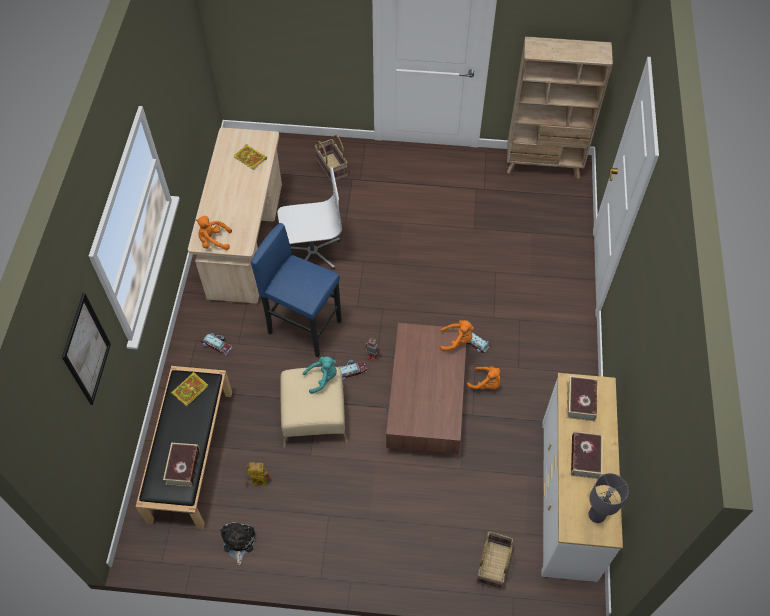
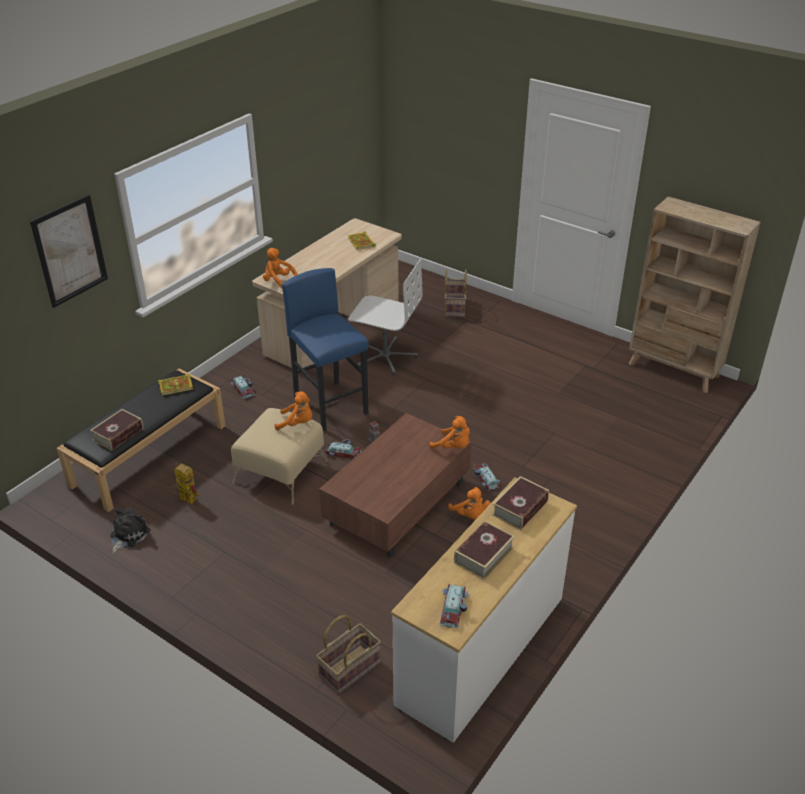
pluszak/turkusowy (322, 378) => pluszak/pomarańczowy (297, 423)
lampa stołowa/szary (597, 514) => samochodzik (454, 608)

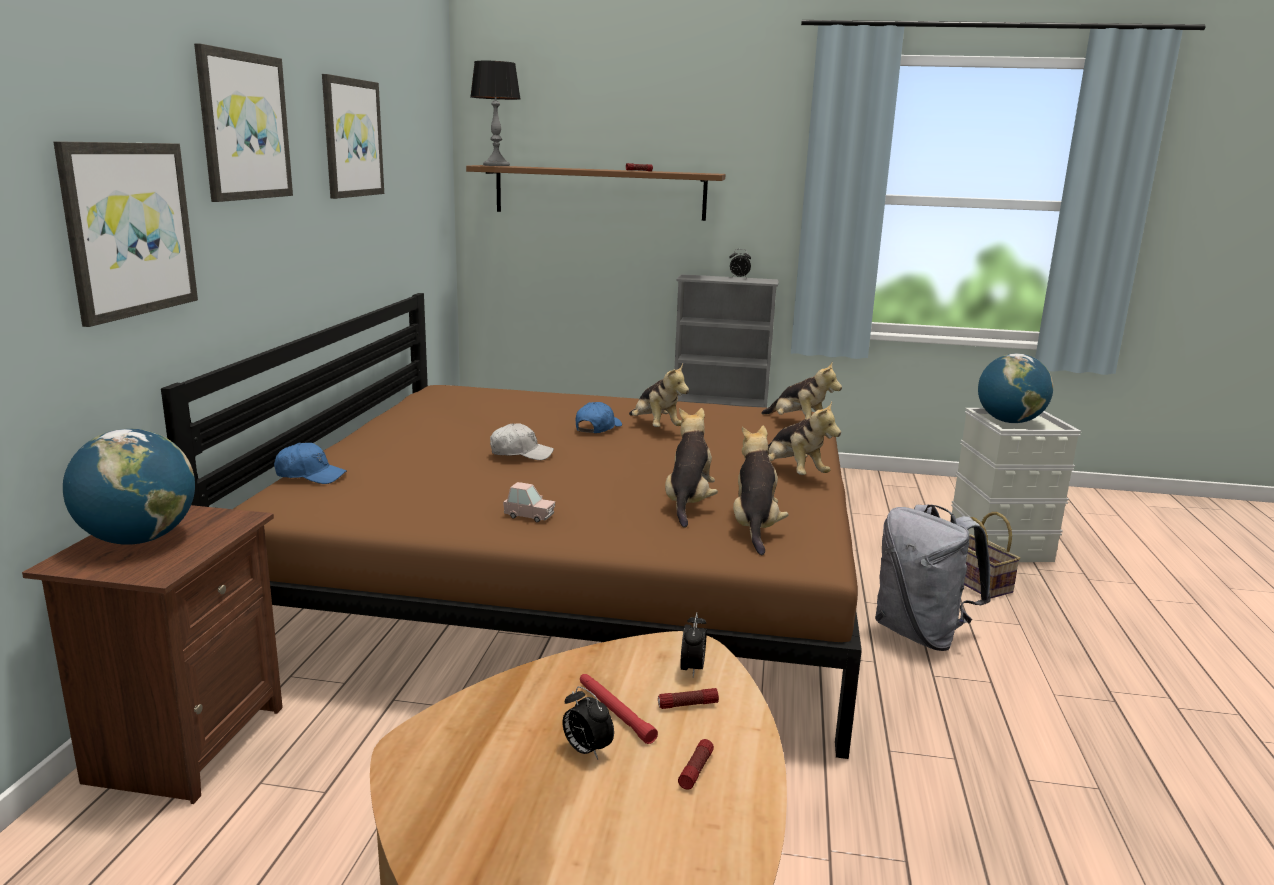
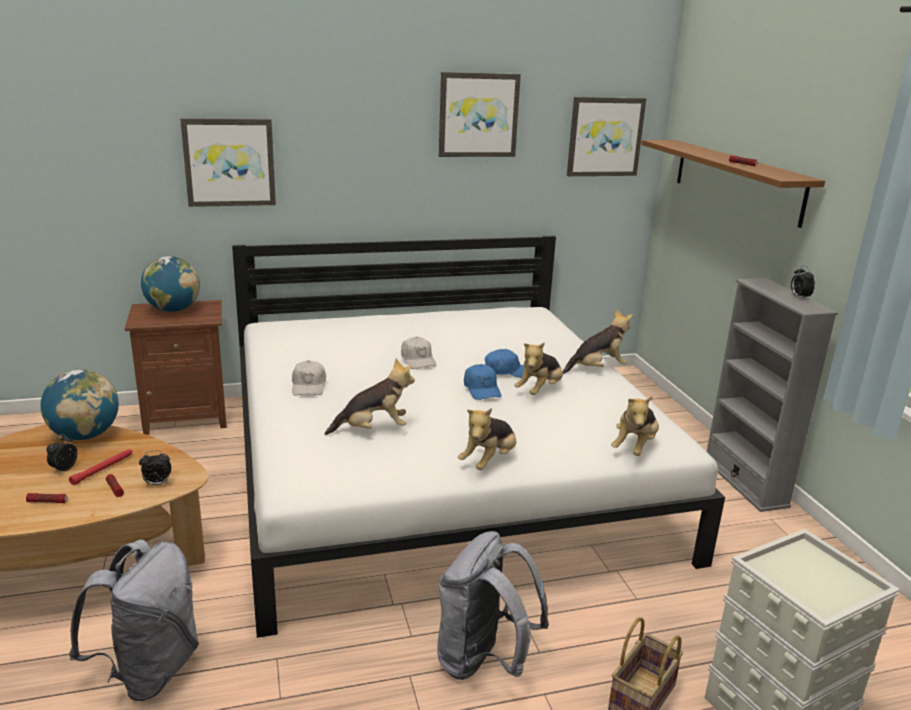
łóżko/brązowy (575, 577) => łóżko/biały (440, 468)
obraz (243, 126) => obraz (605, 137), shifted
czapka z daszkiem/niebieski (310, 475) => czapka z daszkiem/niebieski (482, 389), shifted
lampa stołowa (496, 165) => nothing
samochodzik/różowy (529, 516) => czapka z daszkiem/biały (309, 386)
pluszak (755, 527) => pluszak (597, 369), shifted
globus (1009, 421) => globus (85, 435), shifted
nothing => plecak/szary (149, 671)

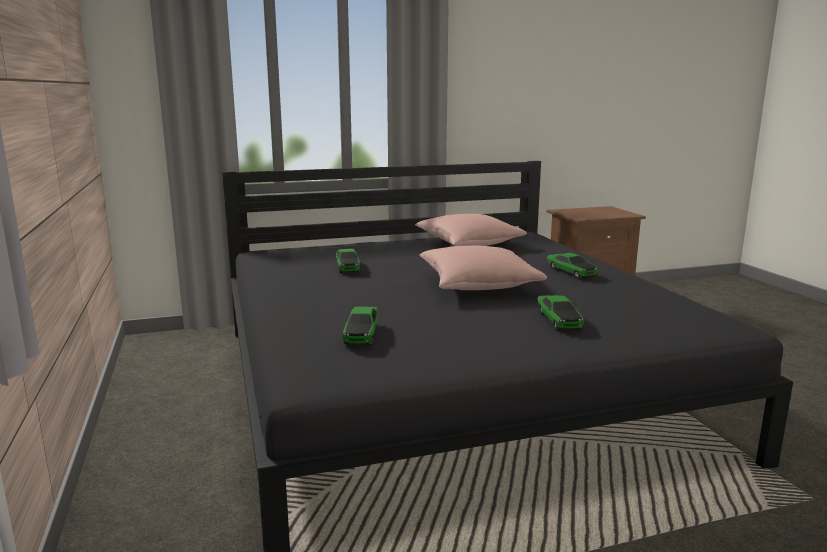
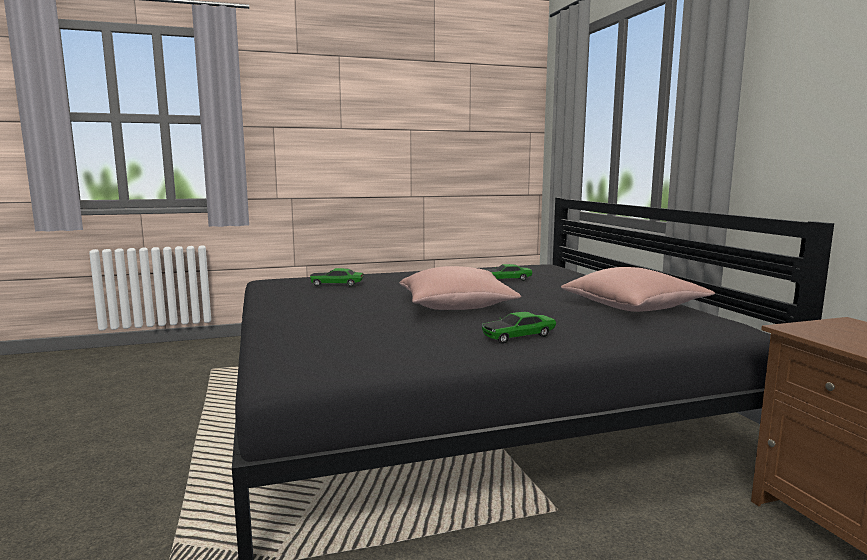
samochodzik (558, 320) => nothing

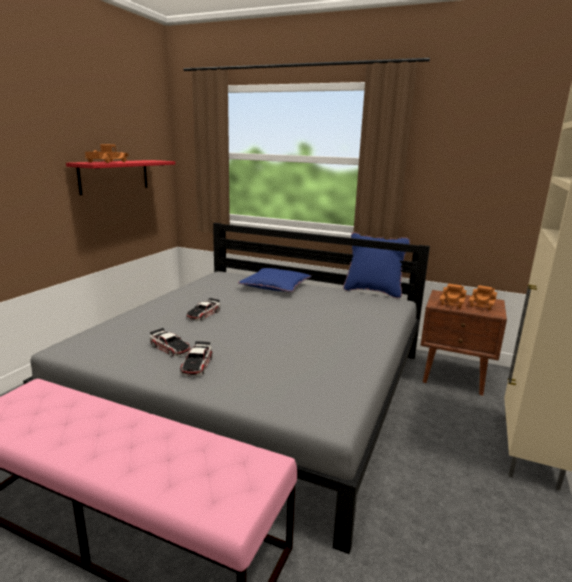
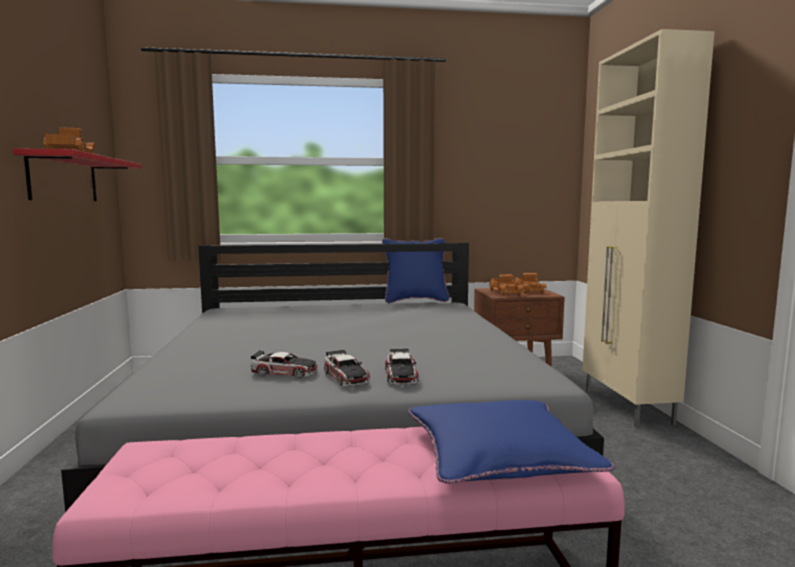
samochodzik (203, 314) => samochodzik (401, 375), shifted
poduszka/niebieski (275, 286) => poduszka/niebieski (498, 454), shifted

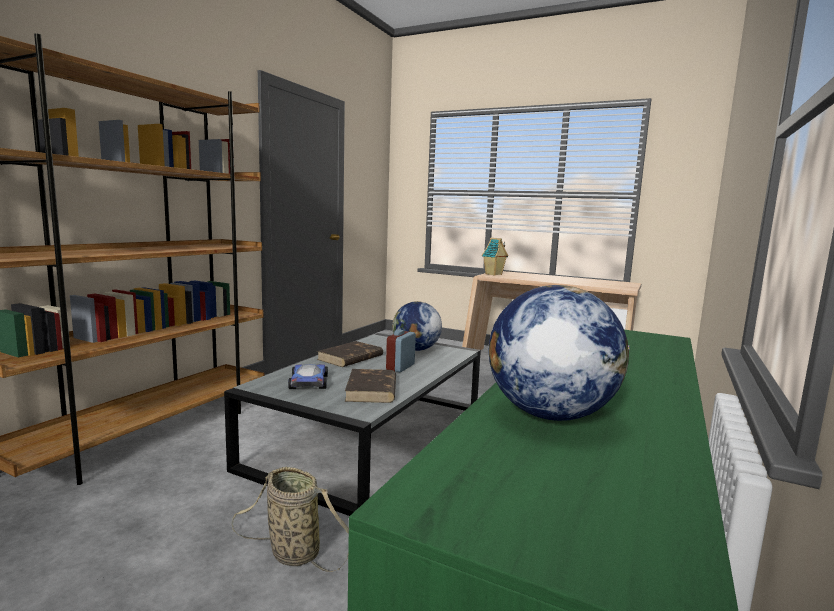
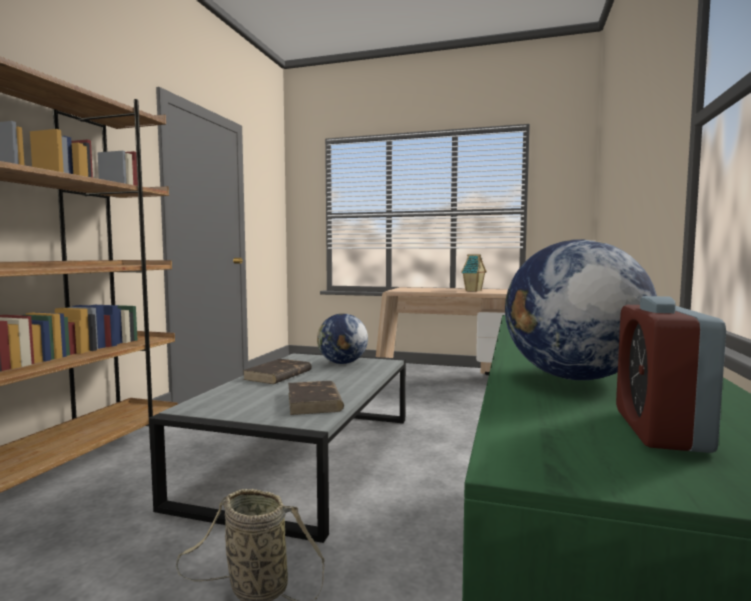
samochodzik (309, 382) => nothing
budzik (400, 367) => budzik (660, 430), shifted
domek (493, 274) => domek (473, 291), shifted

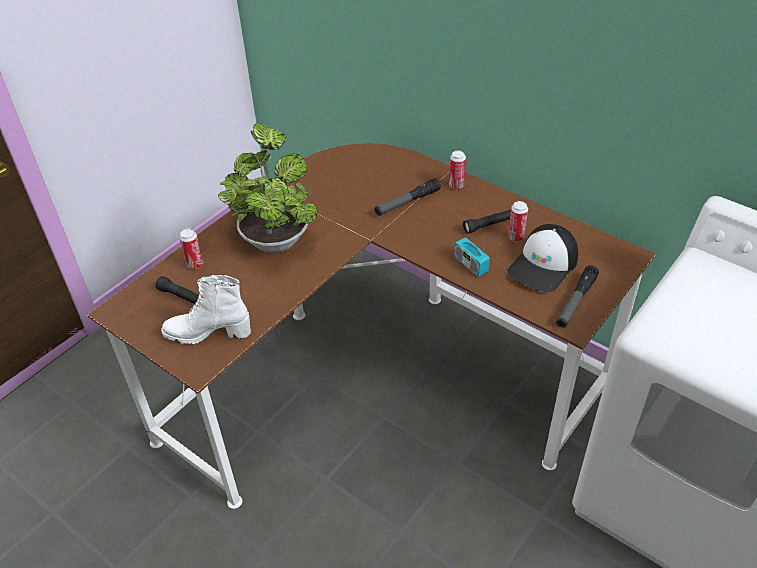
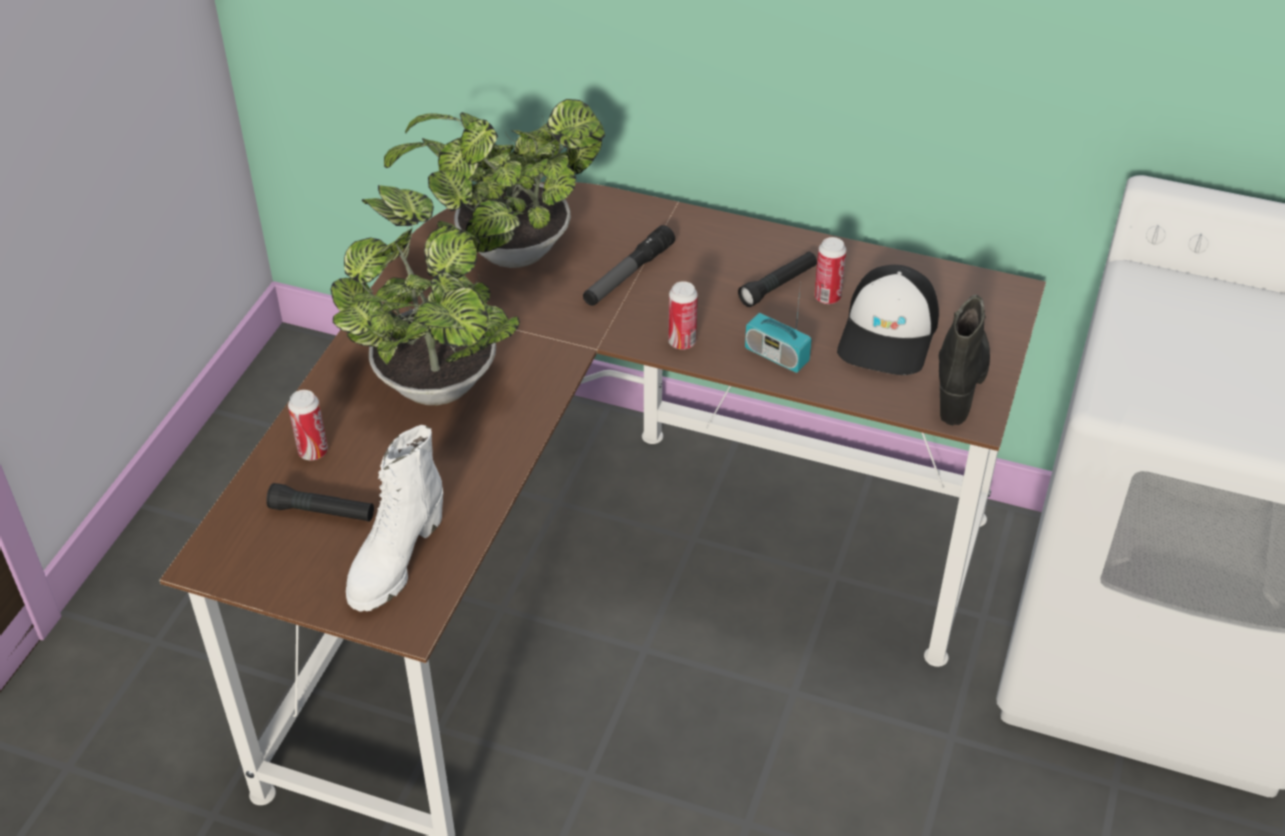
but z cholewką/biały (208, 333) => but z cholewką/biały (395, 561), 45 degrees counterclockwise
puszka (456, 185) => puszka (682, 342), shifted
latarka (576, 301) => but z cholewką/czarny (960, 380)
nothing => roślina doniczkowa (505, 252)

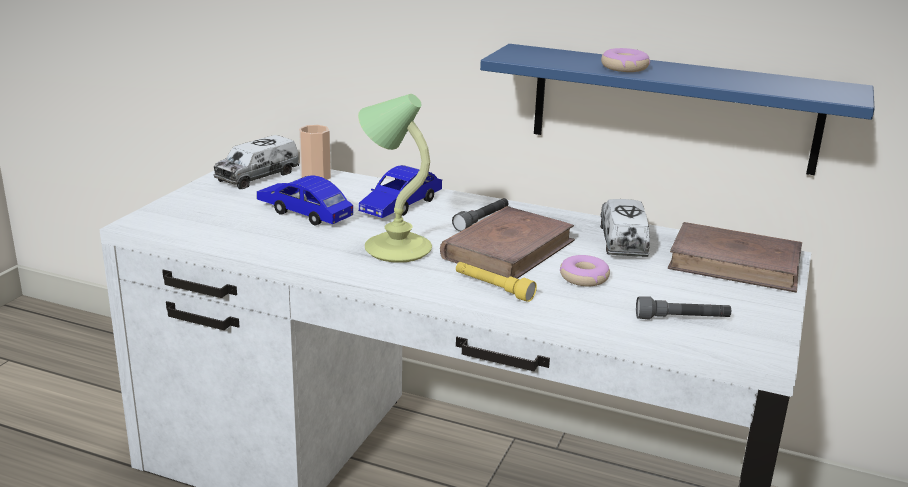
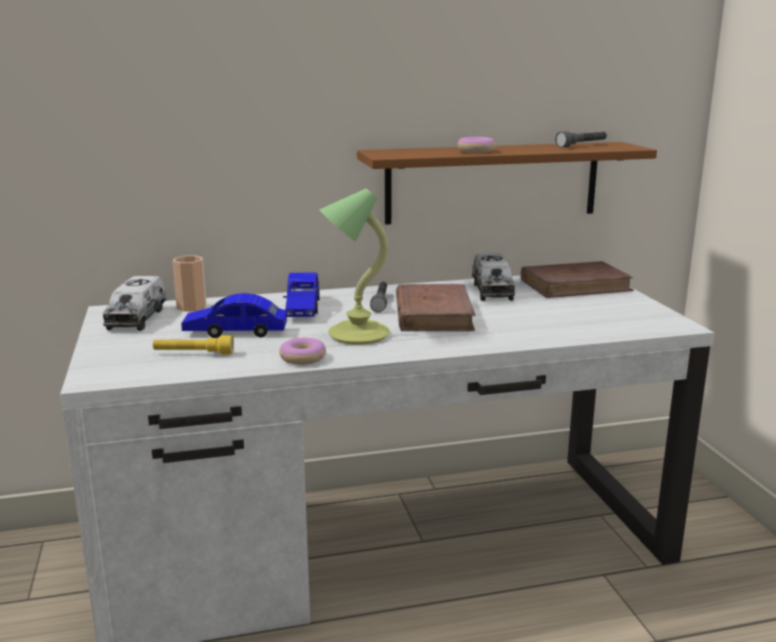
latarka/żółty (493, 288) => latarka/żółty (193, 354), shifted
półka/niebieski (673, 108) => półka/brązowy (493, 182)
donut (584, 278) => donut (303, 358), shifted
ciężarówka zabawkowa (622, 241) => ciężarówka zabawkowa (492, 290), 150 degrees counterclockwise
latarka/szary (682, 319) => latarka/szary (582, 145), shifted

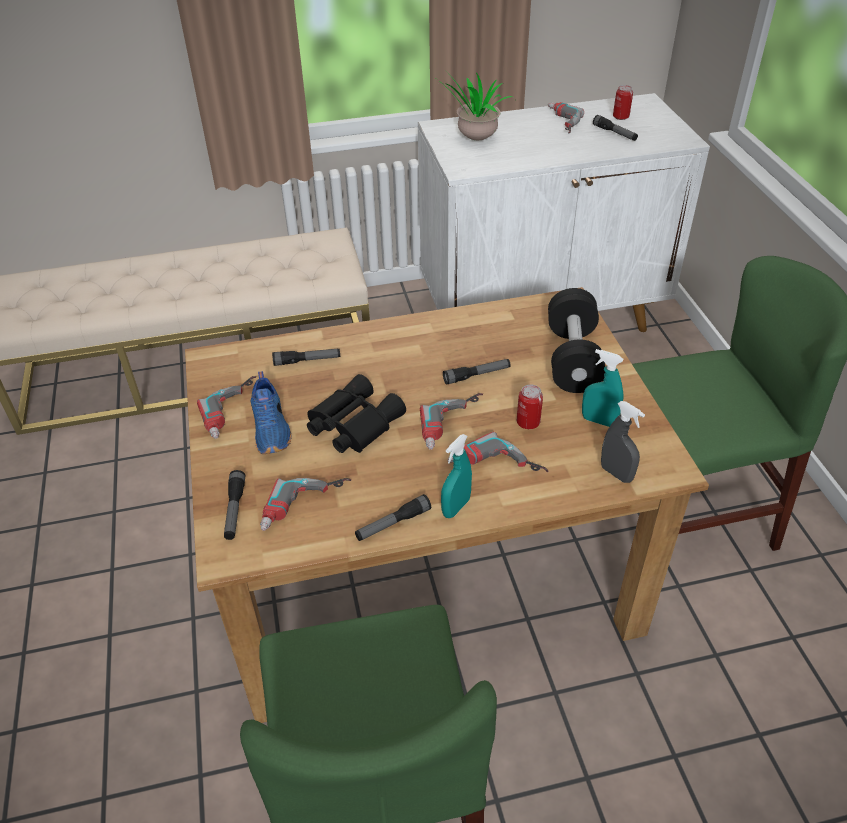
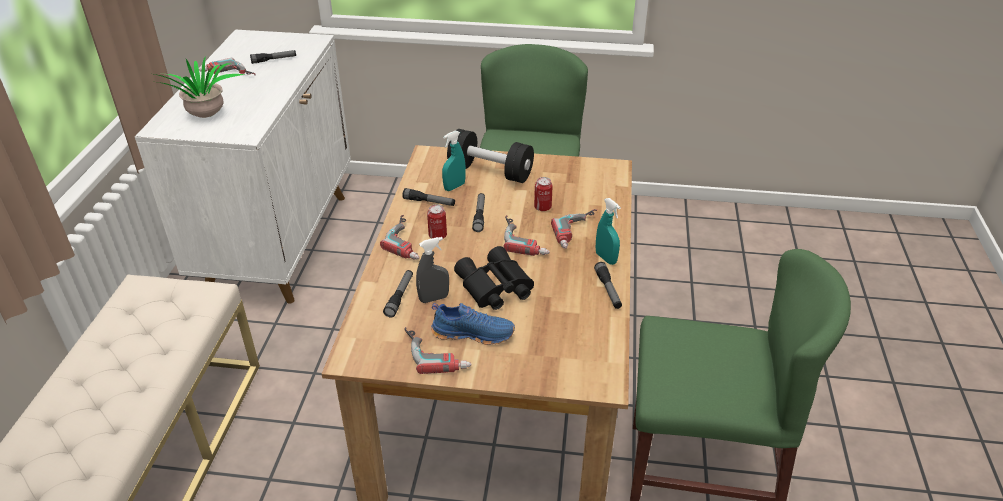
latarka (234, 510) => latarka (429, 202), shifted
wiertarka (305, 508) => wiertarka (409, 241), shifted
spryskiwacz/turkusowy (598, 421) => spryskiwacz/turkusowy (454, 187), shifted
spryskiwacz/szary (616, 473) => spryskiwacz/szary (434, 298), shifted
puszka (620, 117) => puszka (437, 235), shifted

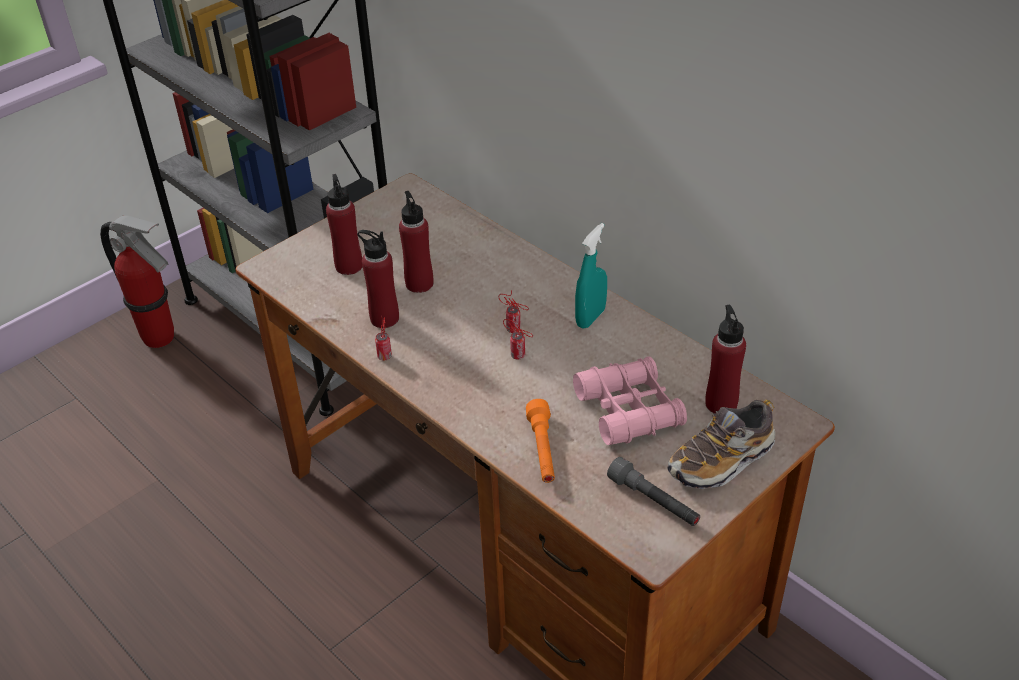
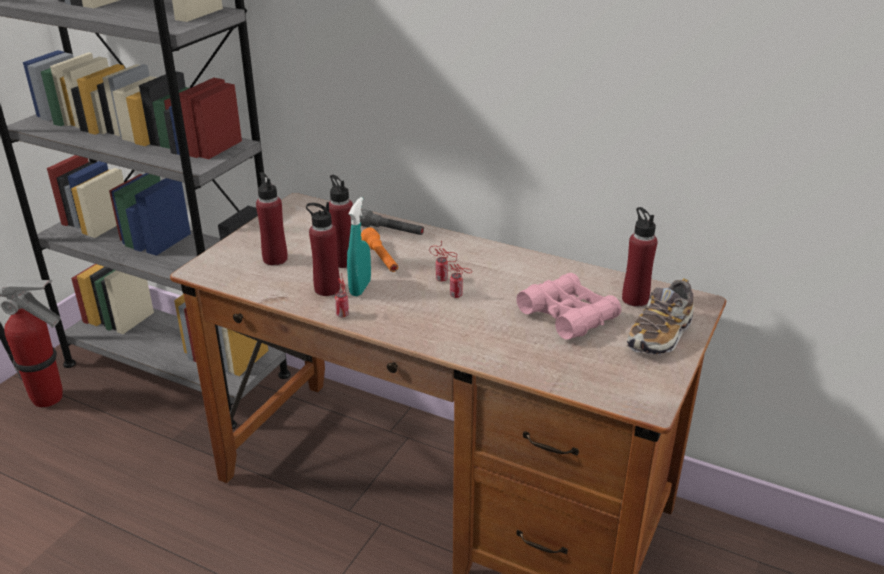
latarka/pomarańczowy (542, 450) => latarka/pomarańczowy (381, 258), shifted
spryskiwacz/turkusowy (590, 318) => spryskiwacz/turkusowy (360, 288), shifted
latarka/szary (653, 501) => latarka/szary (391, 231), shifted

